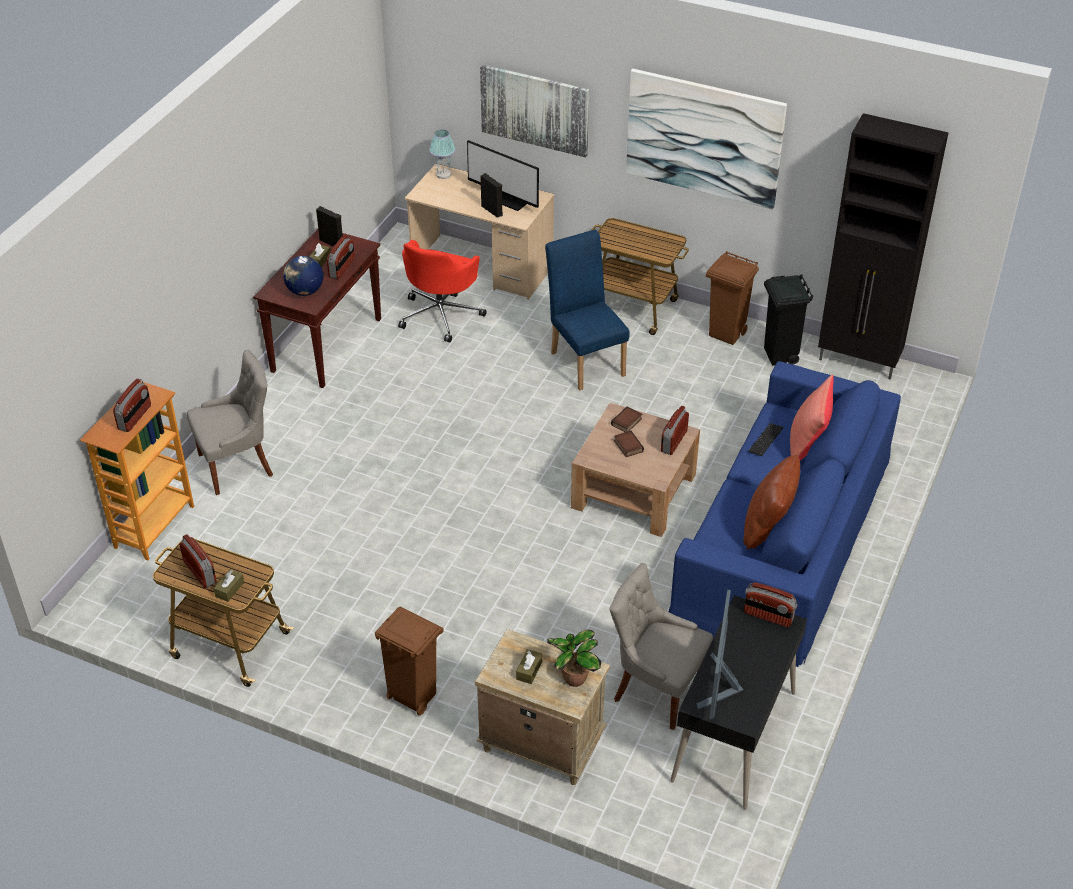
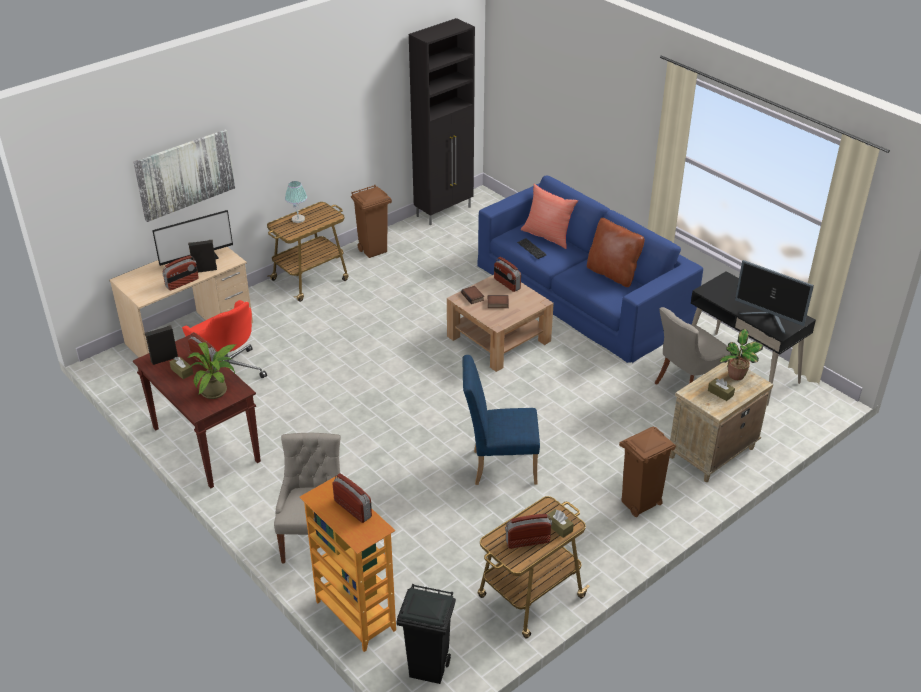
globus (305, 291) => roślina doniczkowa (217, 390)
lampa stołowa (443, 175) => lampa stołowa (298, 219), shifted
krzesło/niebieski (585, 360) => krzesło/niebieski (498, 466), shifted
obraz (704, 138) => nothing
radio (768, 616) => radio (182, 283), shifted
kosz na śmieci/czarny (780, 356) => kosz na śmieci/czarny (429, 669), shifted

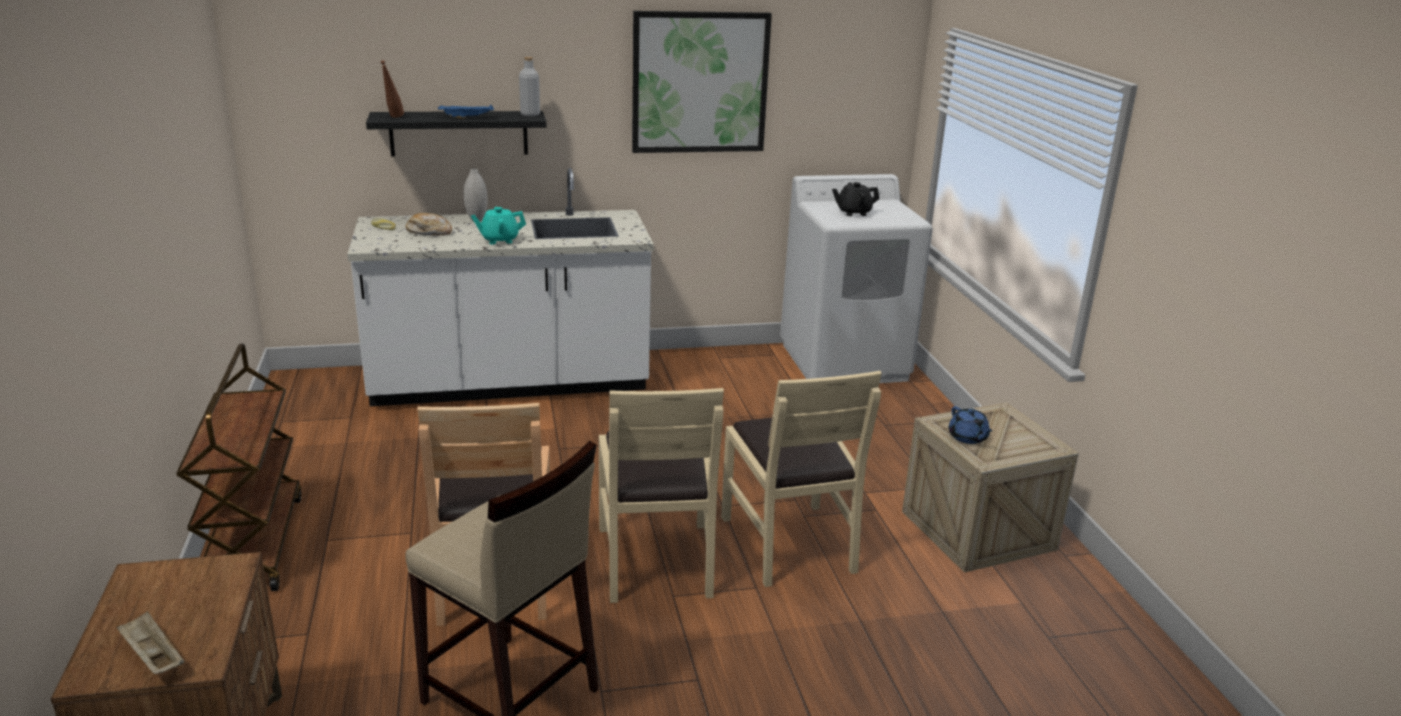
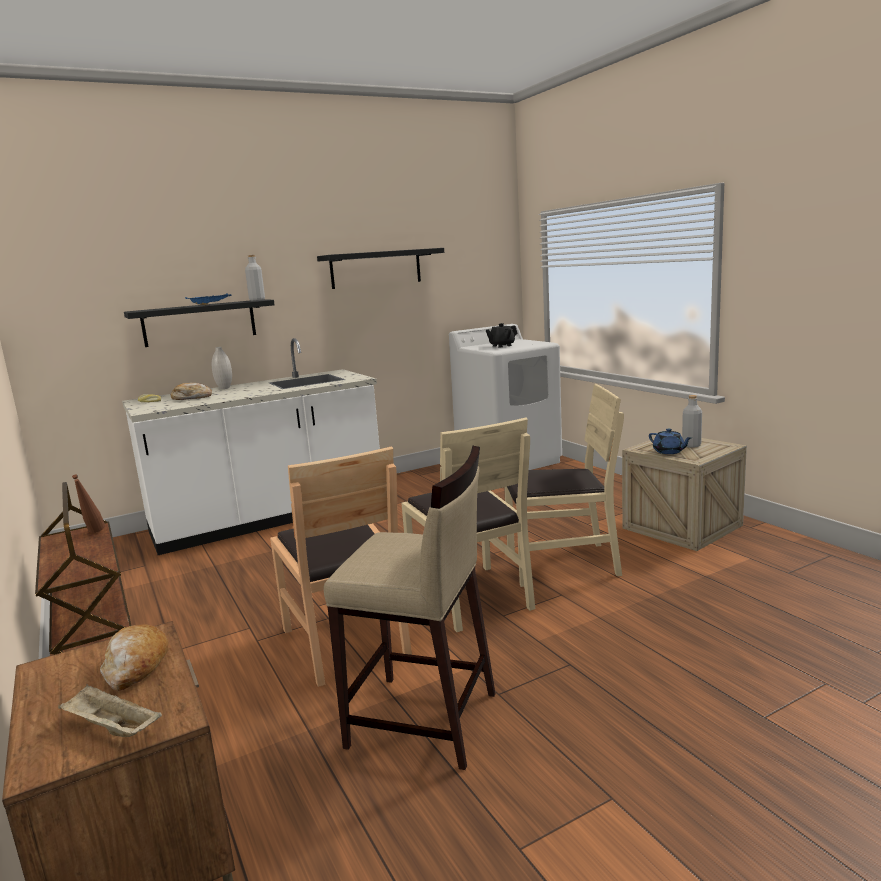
butelka/brązowy (393, 118) => butelka/brązowy (93, 533), shifted
imbryk/turkusowy (499, 240) => nothing
obraz (700, 82) => półka/czarny (376, 269)
krzesło/beżowy (789, 543) => krzesło/beżowy (561, 563), 60 degrees counterclockwise
nothing => chleb (136, 666)
nothing => butelka/szary (691, 445)

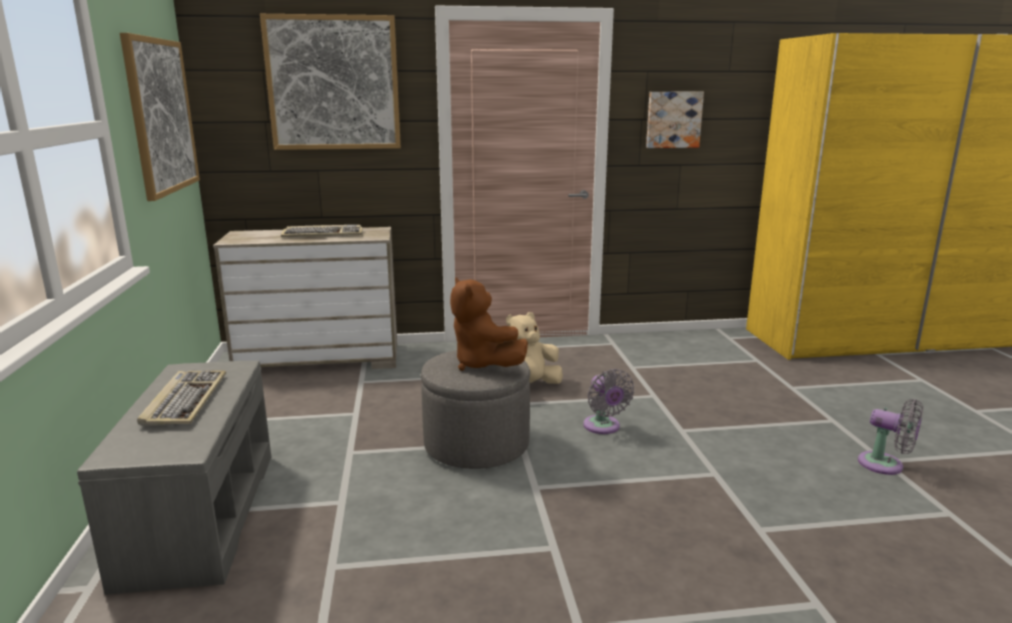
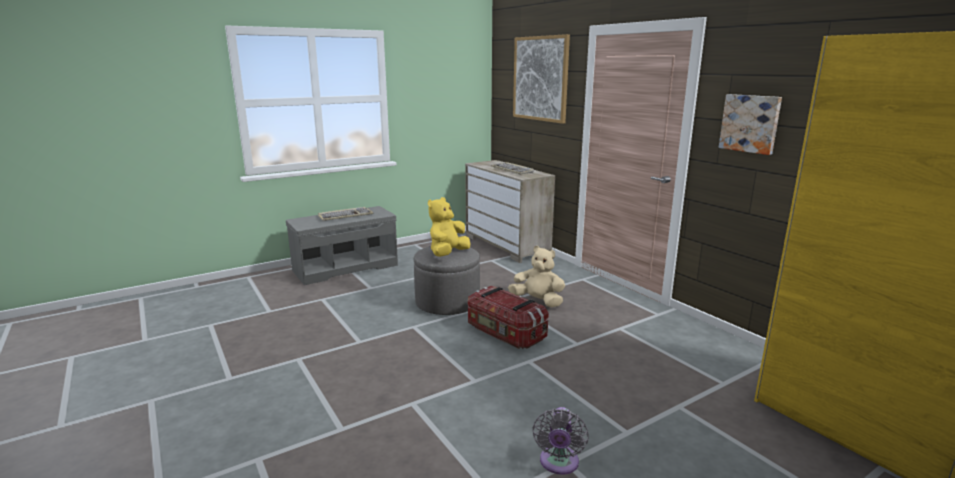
obraz (161, 116) => nothing
pluszak/brązowy (483, 364) => pluszak/żółty (448, 254)
wentylator/szary (603, 427) => pojemnik do przechowywania (505, 333)

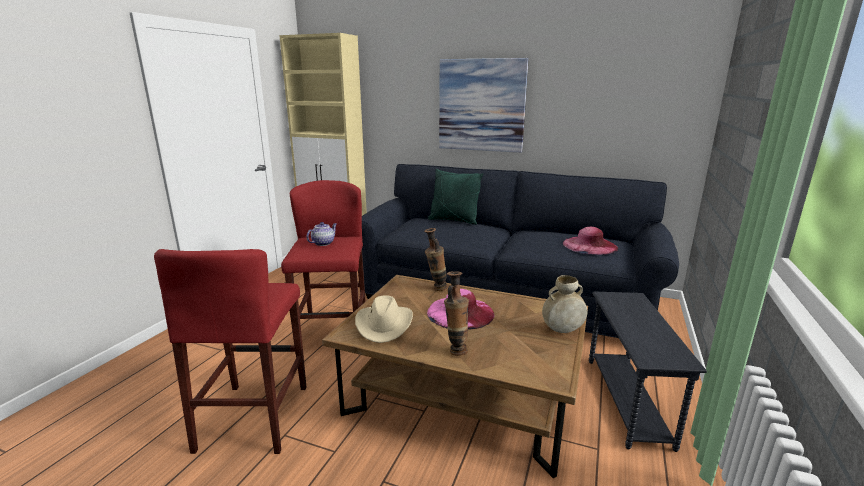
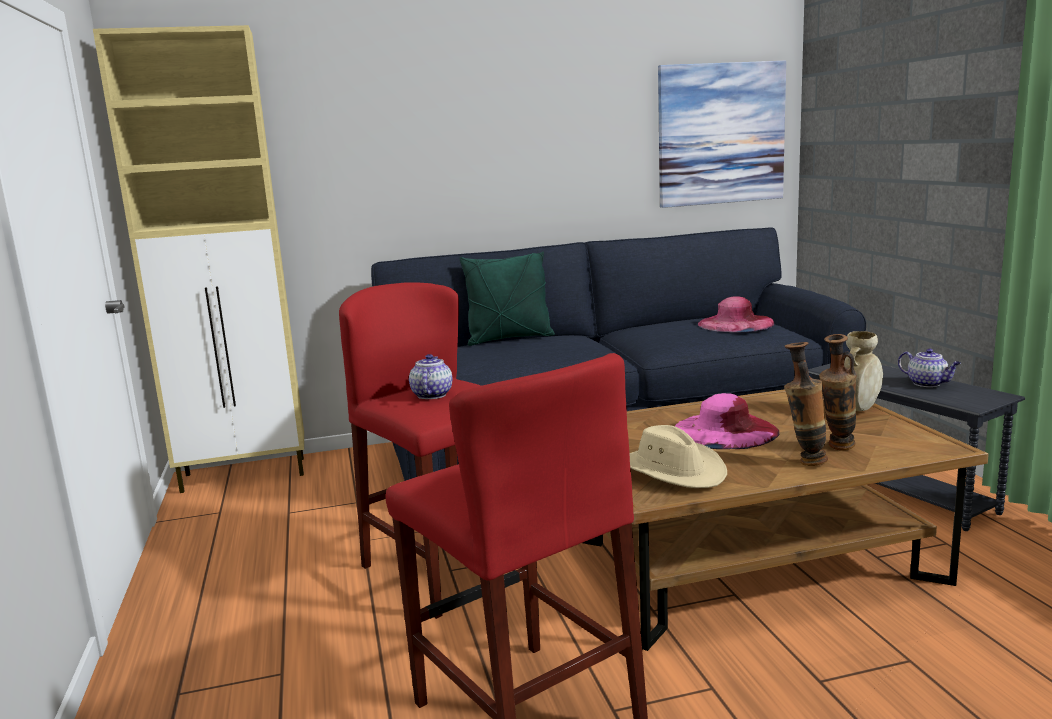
wazon (436, 289) => wazon (836, 448), shifted
obraz (481, 105) => obraz (721, 134), shifted
nothing => imbryk (928, 384)

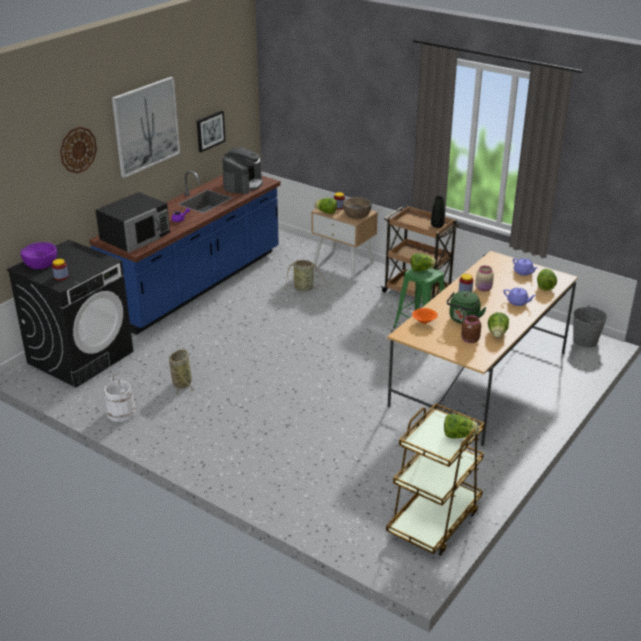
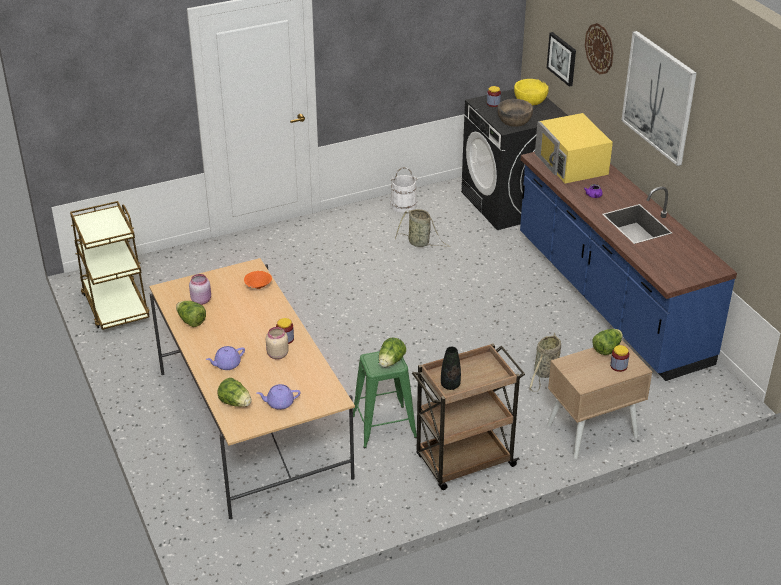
miska/fioletowy (40, 263) => miska/żółty (530, 99)
mikrofalówka/czarny (135, 236) => mikrofalówka/żółty (571, 164)
obraz (210, 130) => obraz (562, 58), shifted
ekspres do kawy (243, 184) => nothing
miska/brązowy (356, 214) => miska/brązowy (514, 120), shifted
sałata (458, 436) => nothing
czajnik/zielony (463, 320) => nothing
słoik/brązowy (469, 340) => słoik/różowy (201, 300)
wiadro/szary (585, 340) => nothing

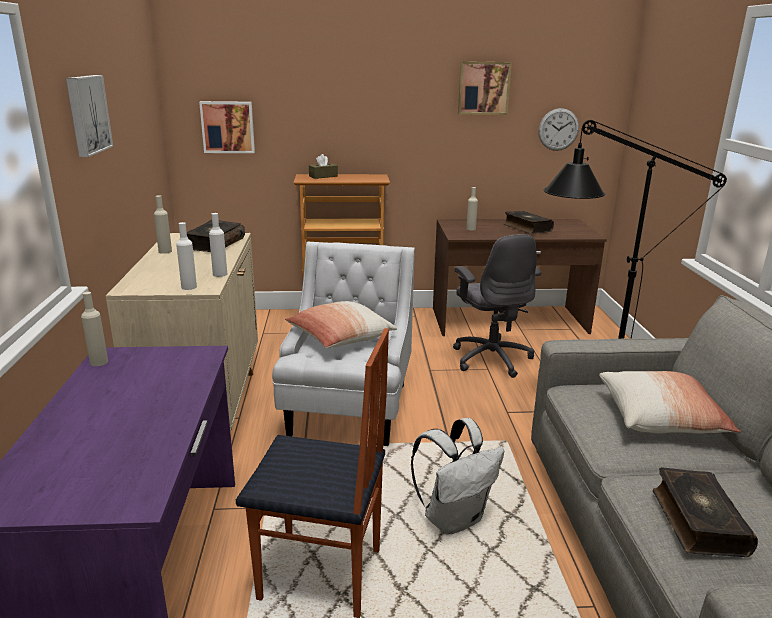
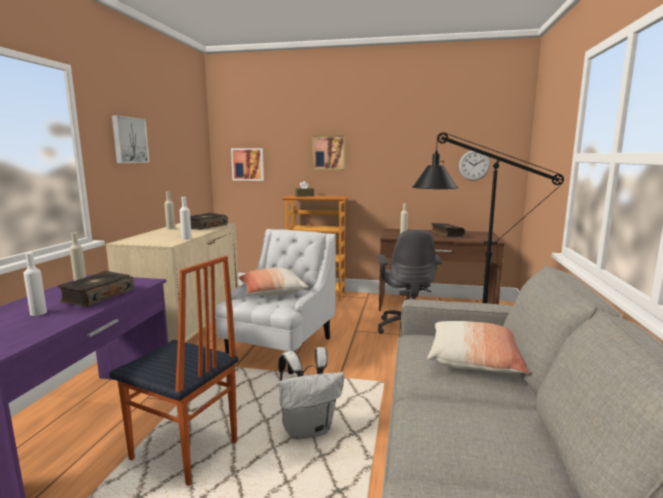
butelka/biały (189, 287) => butelka/biały (38, 313), shifted
obraz (483, 88) => obraz (329, 153), shifted
książka (697, 521) => książka (97, 296), shifted

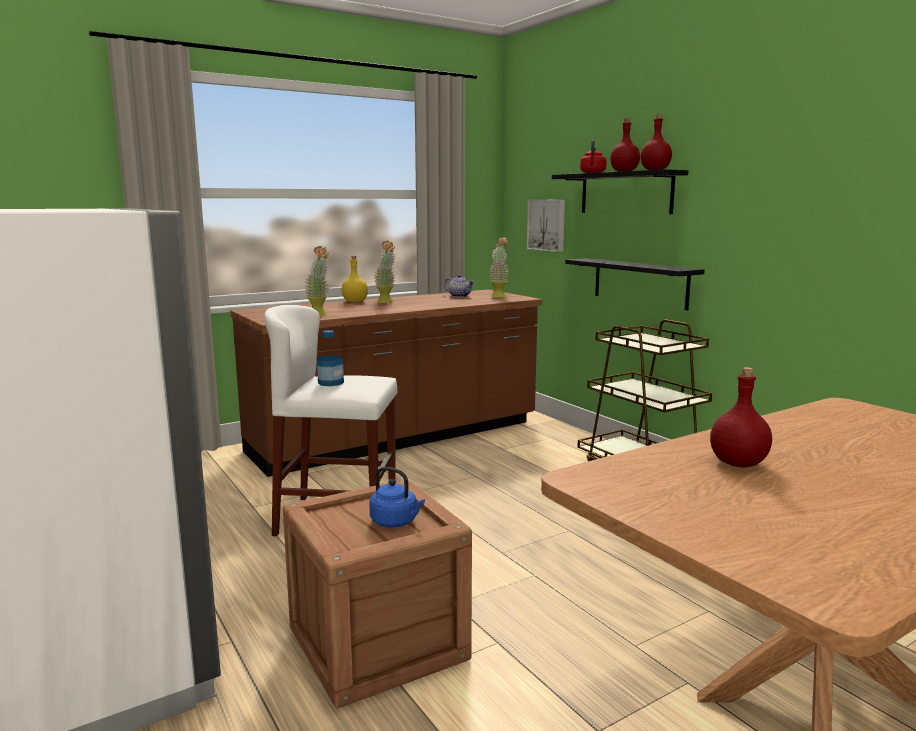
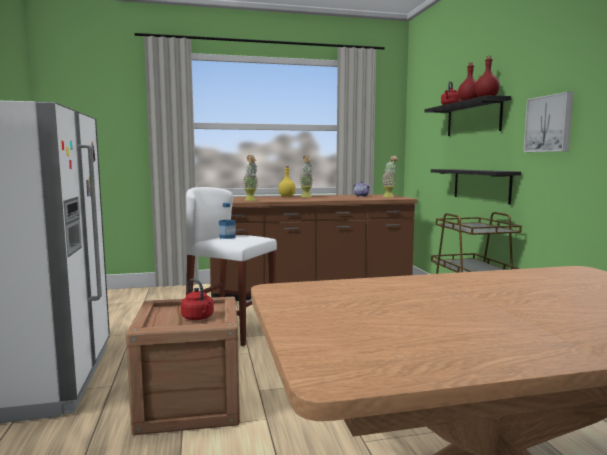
czajnik/niebieski (396, 522) => czajnik/czerwony (198, 318)
obraz (547, 225) => obraz (549, 124), shifted
butelka/czerwony (739, 463) => nothing

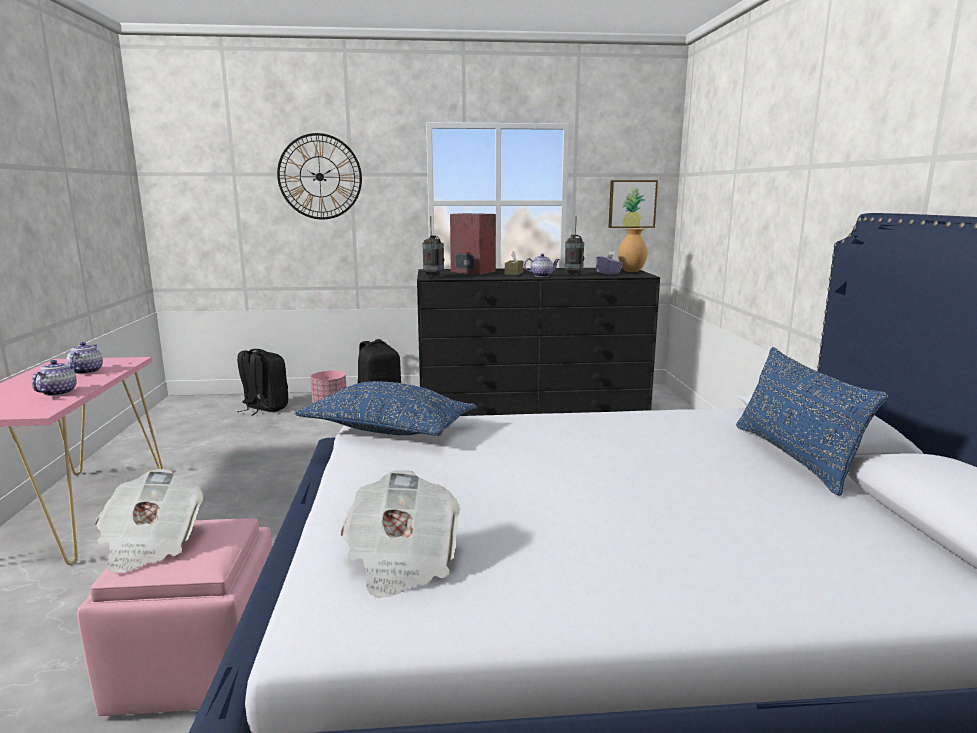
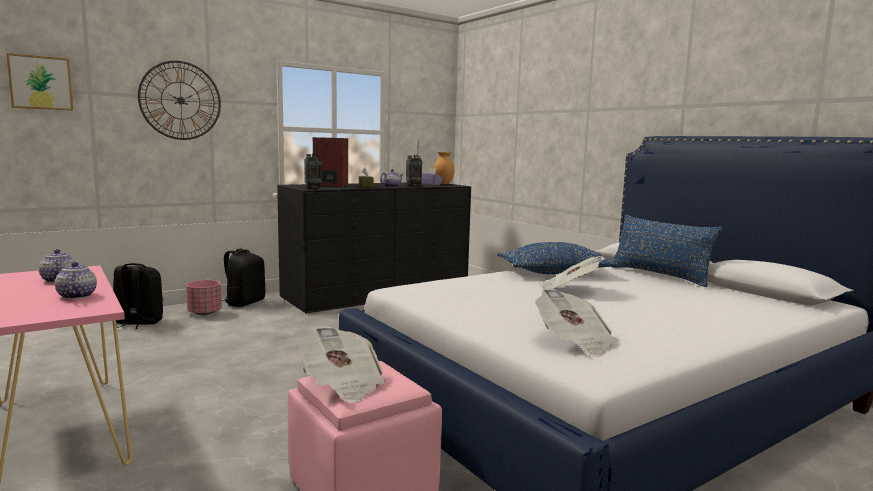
poduszka/niebieski (387, 429) => poduszka/niebieski (554, 273), shifted
obraz (632, 204) => obraz (40, 83), shifted
nothing => gazeta (569, 289)

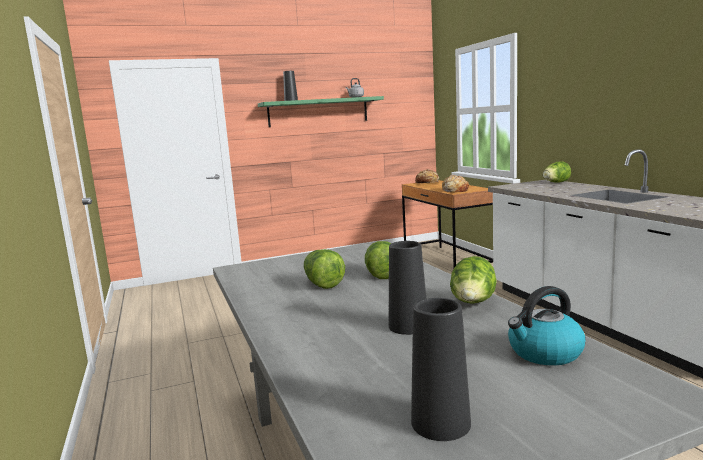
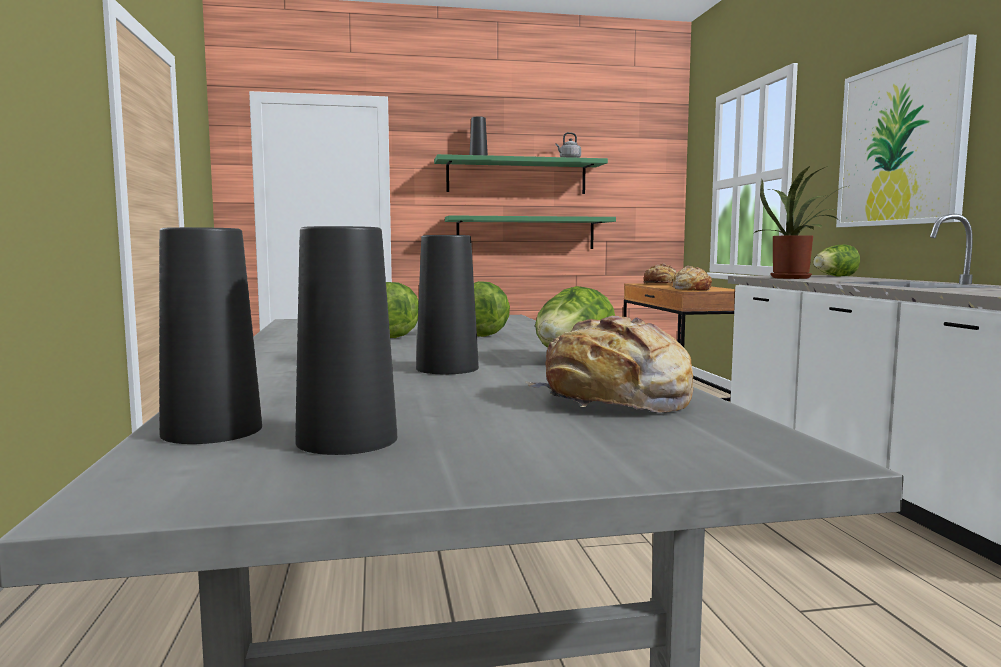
czajnik (544, 353) => chleb (615, 401)
nothing => wazon/czarny (212, 431)
nothing => półka/zielony (526, 233)
nothing => roślina doniczkowa (794, 278)
nothing => obraz (901, 143)

